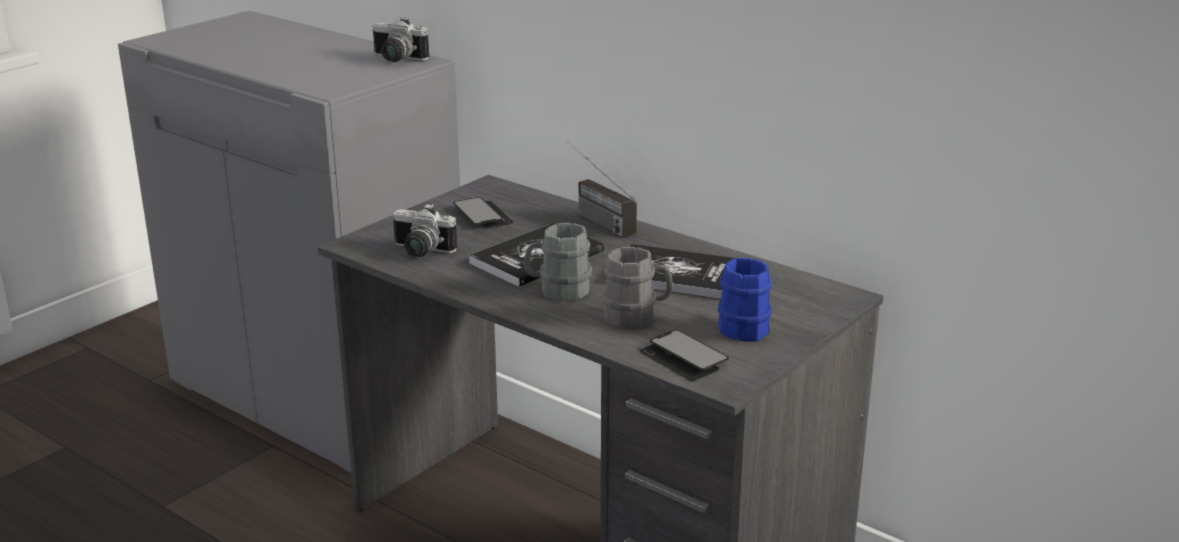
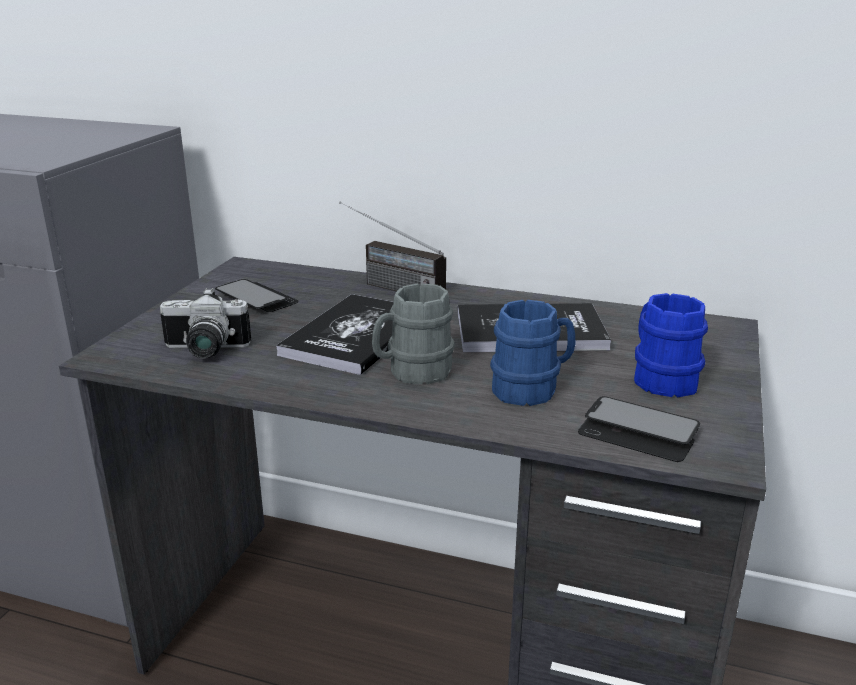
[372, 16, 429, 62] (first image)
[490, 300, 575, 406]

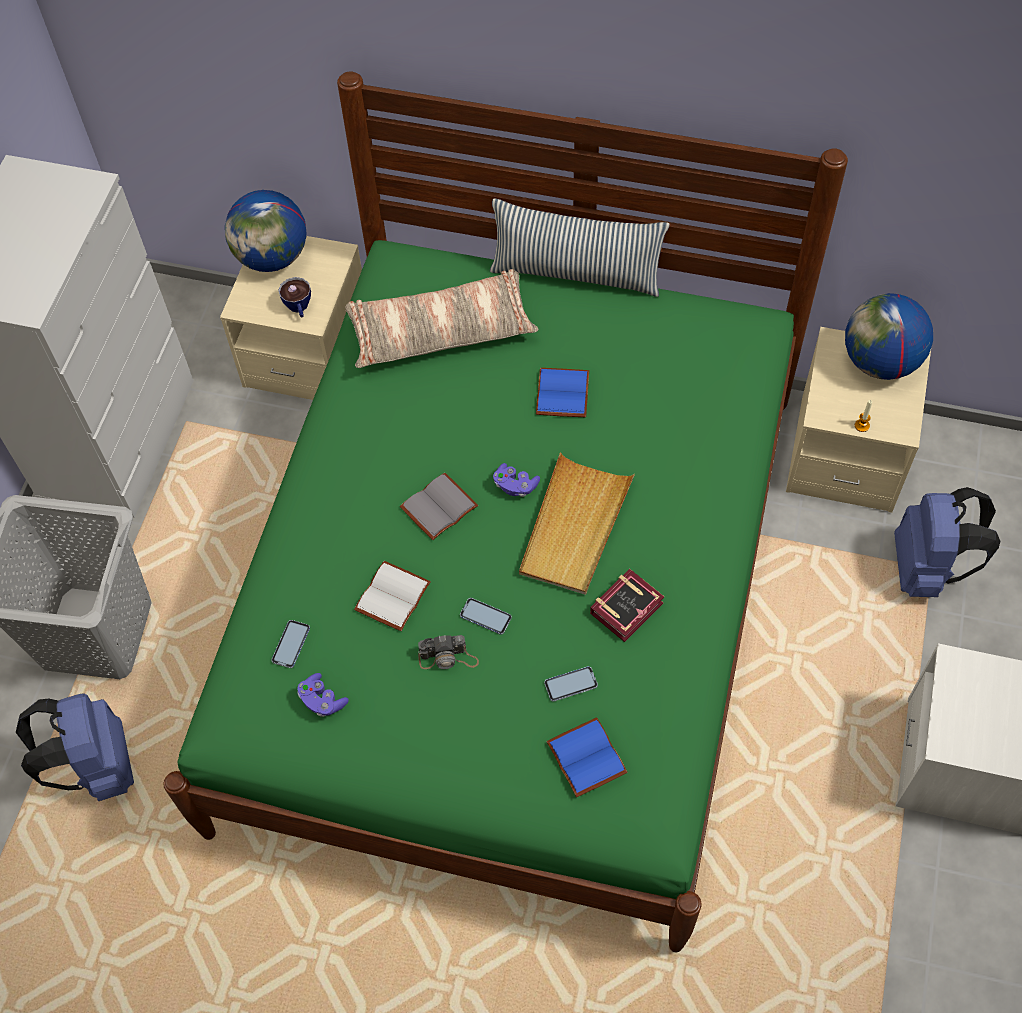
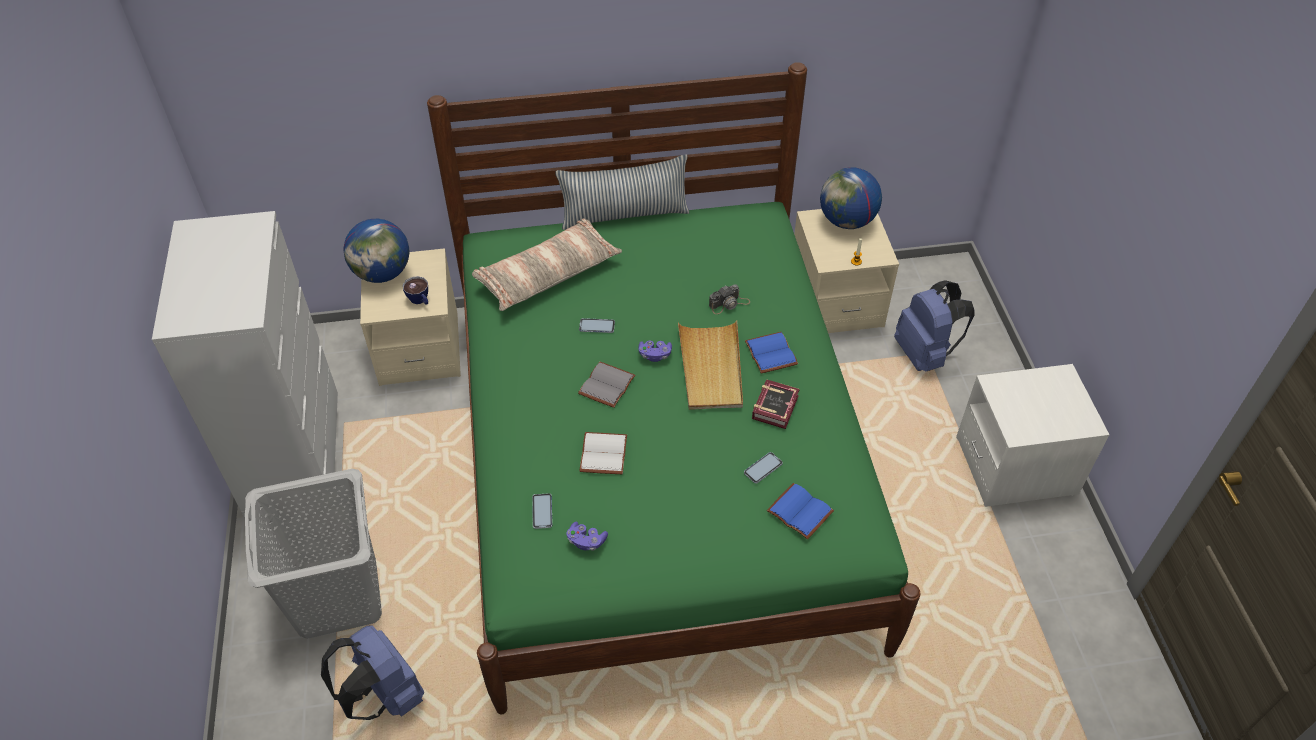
[709, 284, 750, 314]
[579, 318, 615, 333]
[745, 332, 798, 373]

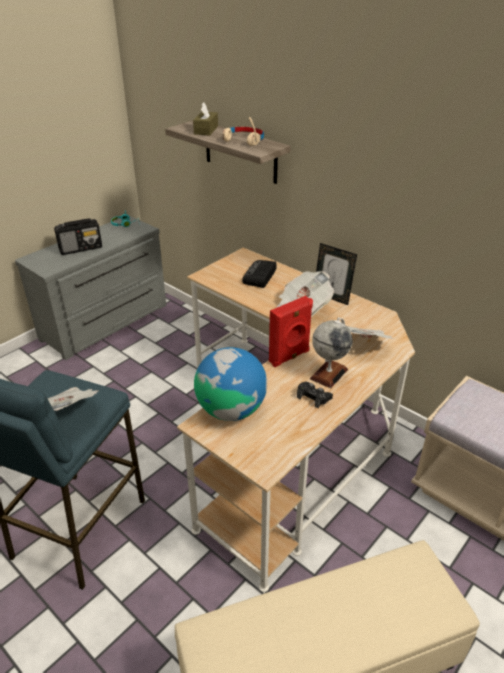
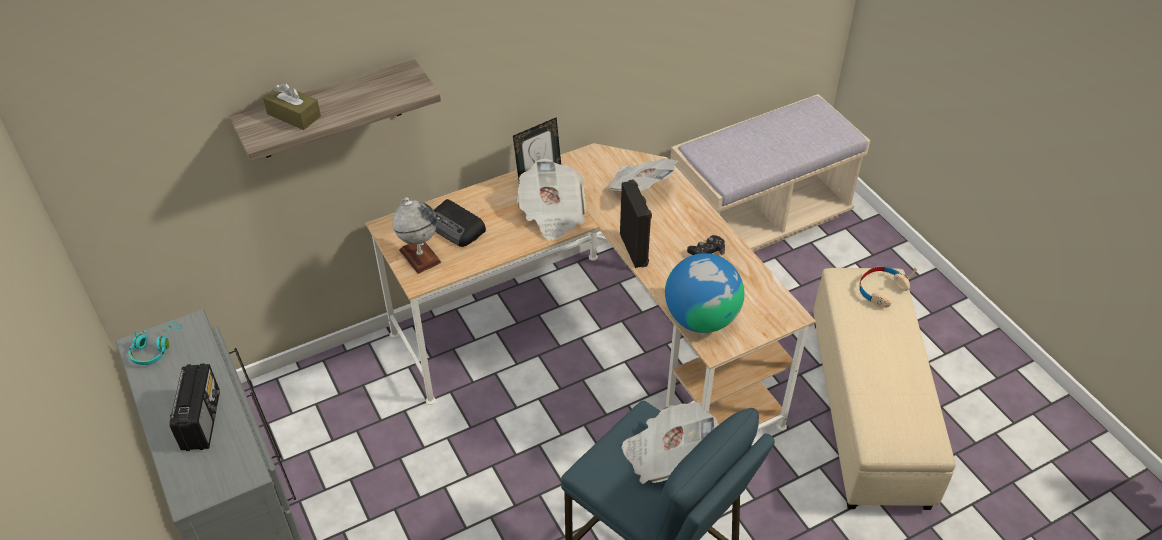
[859, 267, 917, 308]
[393, 198, 442, 274]
[620, 179, 652, 268]

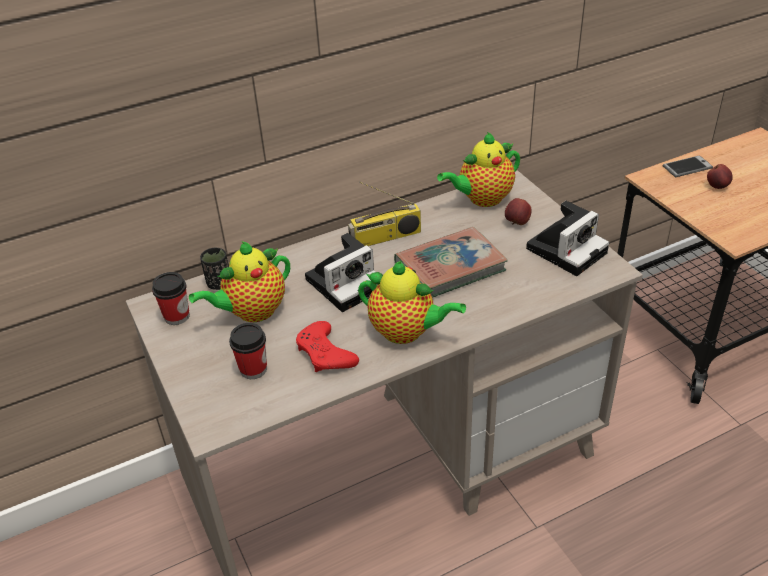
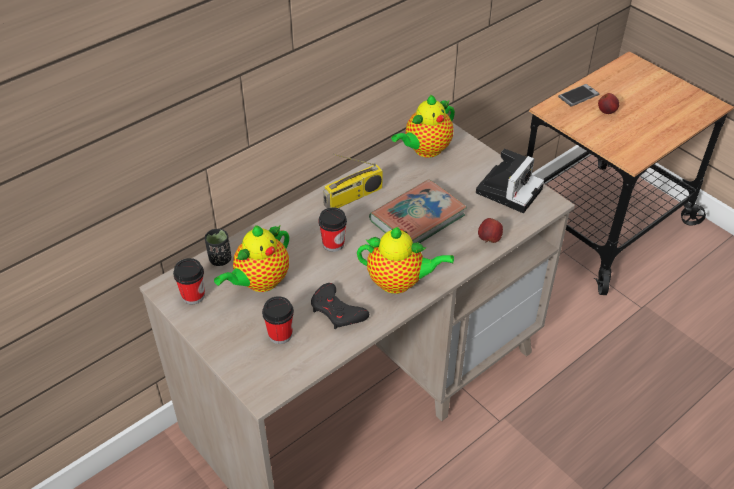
[478, 218, 503, 243]
[318, 207, 347, 252]
[311, 283, 369, 329]

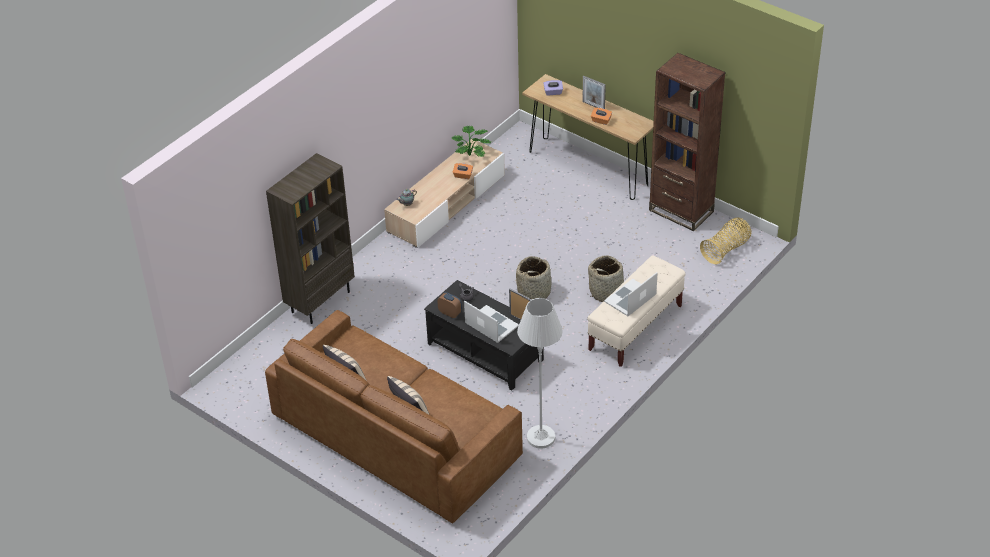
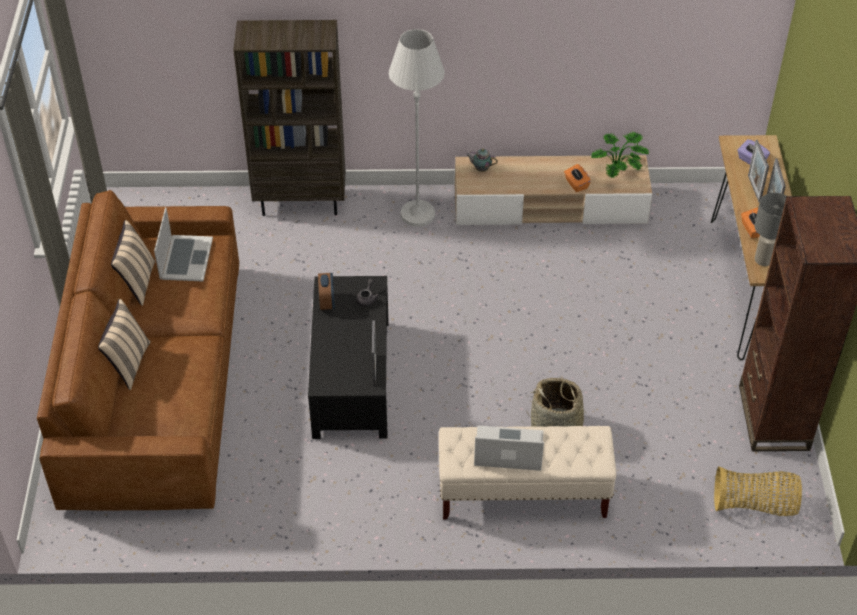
[516, 256, 551, 299] (first image)
[748, 140, 769, 202]
[754, 193, 786, 266]
[154, 207, 213, 281]
[389, 29, 445, 227]

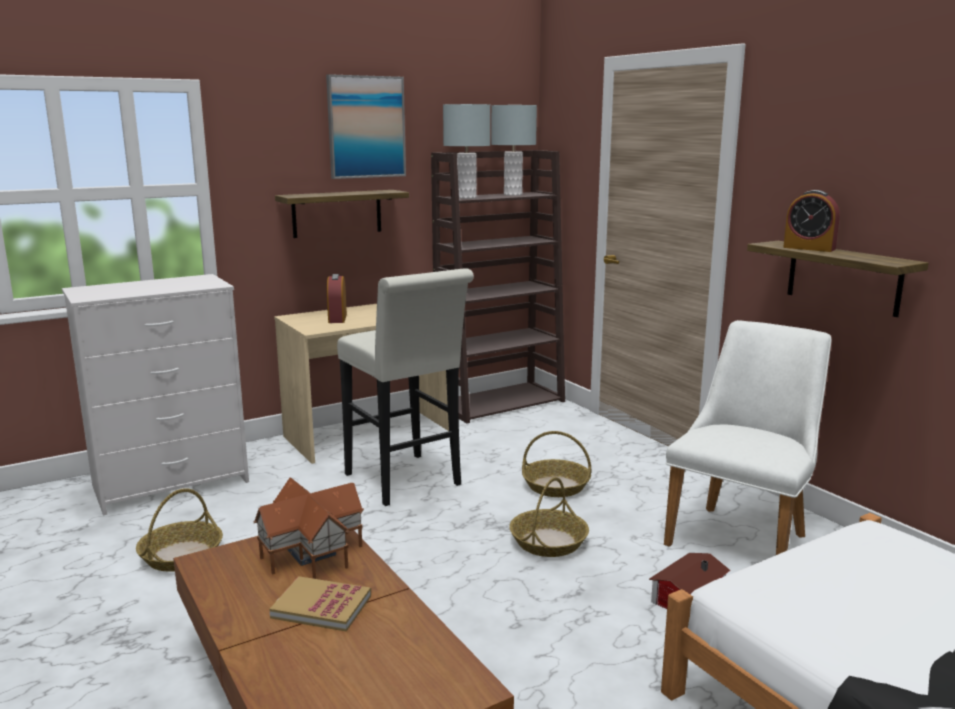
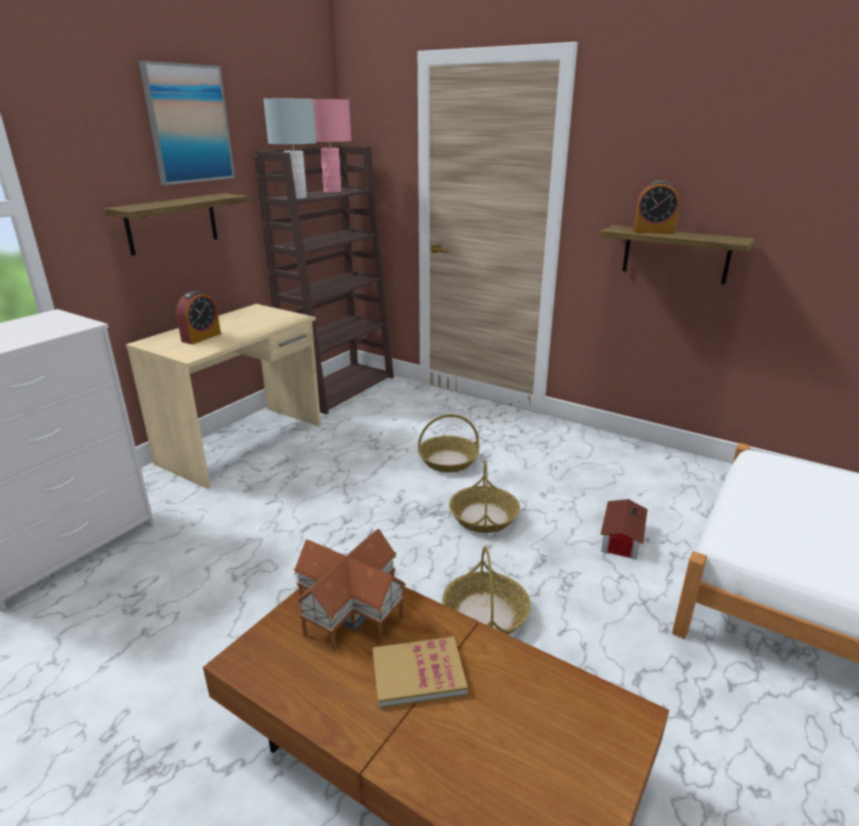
[337, 268, 474, 506] (first image)
[664, 320, 831, 555] (first image)
[442, 546, 531, 635]
[313, 99, 351, 193]
[176, 291, 221, 344]

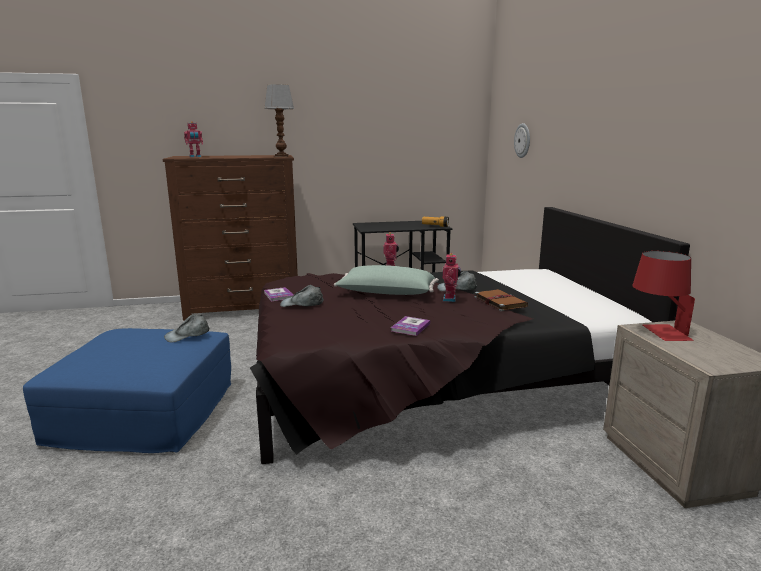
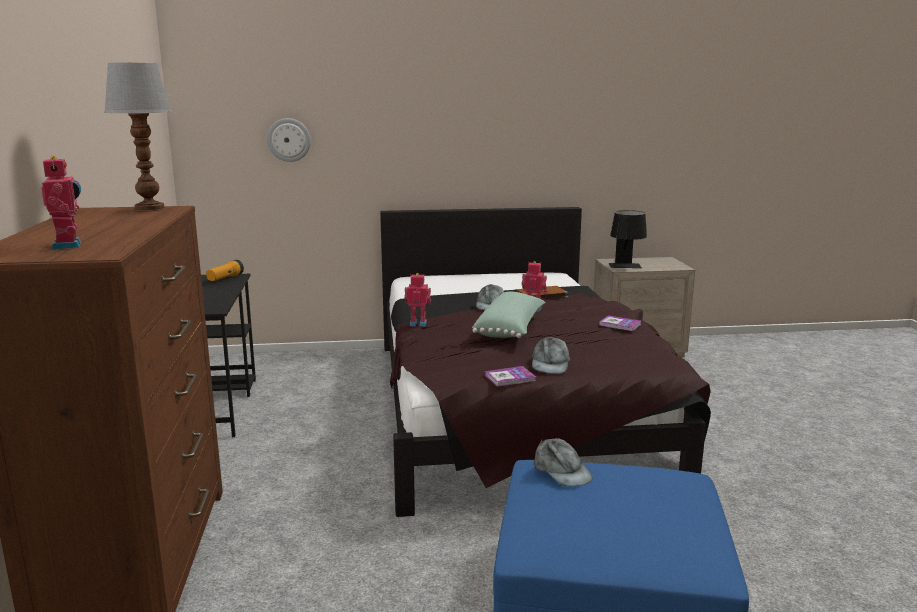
[608, 210, 647, 268]

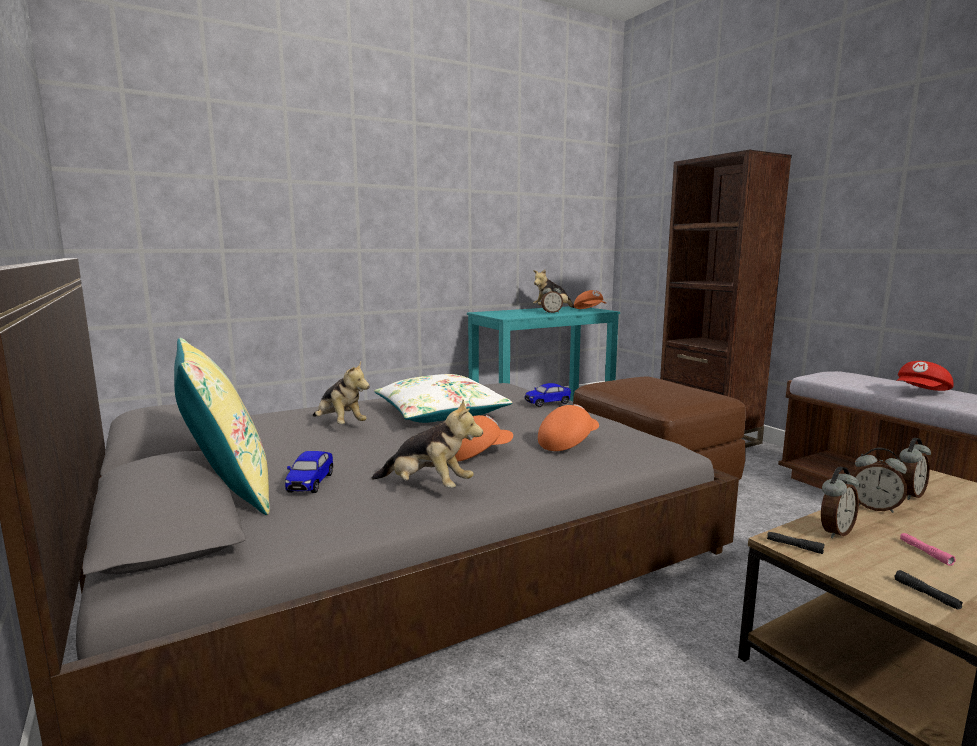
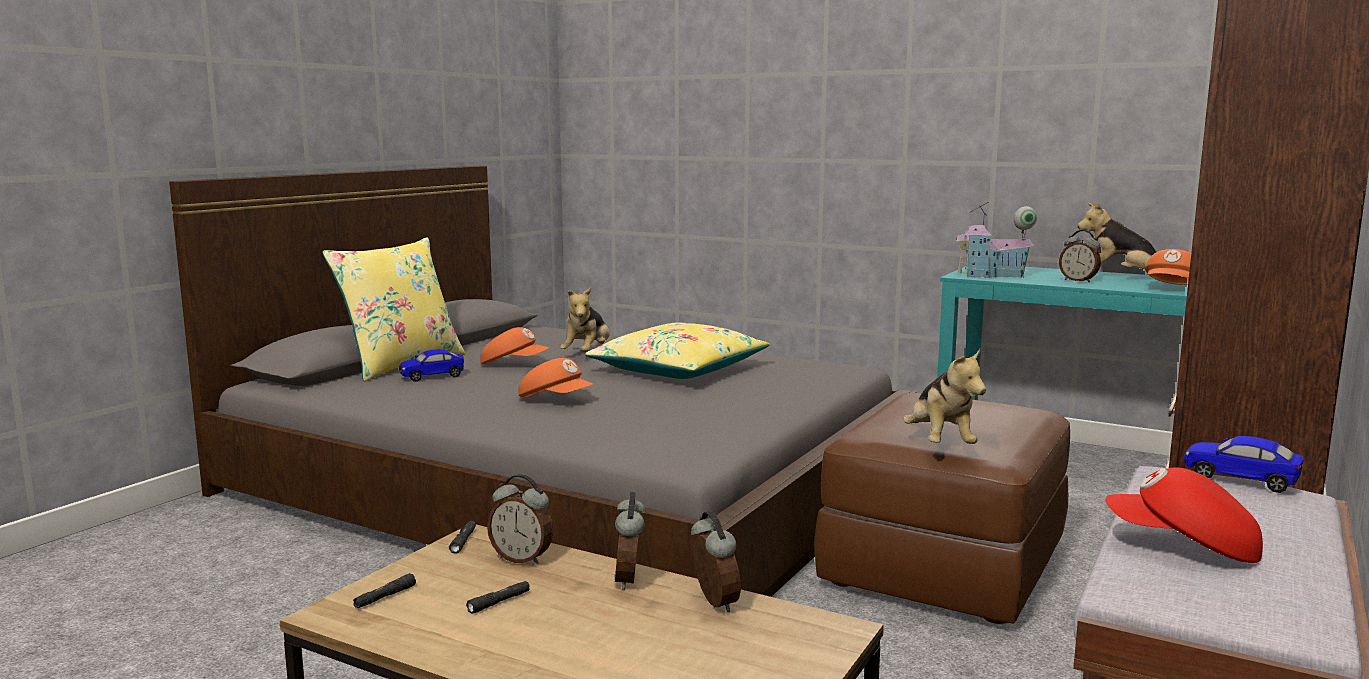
[956, 201, 1037, 278]
[903, 348, 986, 444]
[1184, 436, 1304, 493]
[480, 327, 549, 364]
[585, 323, 769, 379]
[466, 581, 530, 614]
[691, 511, 741, 612]

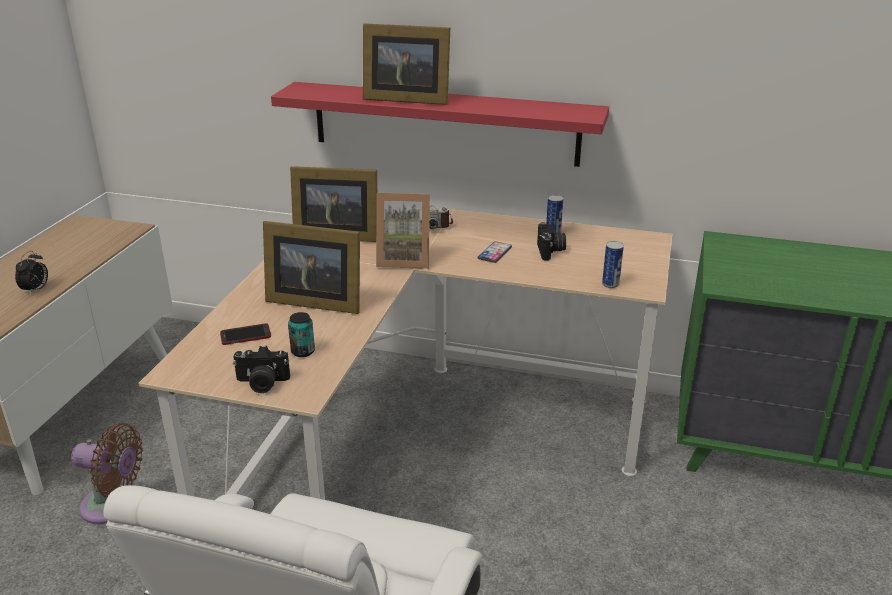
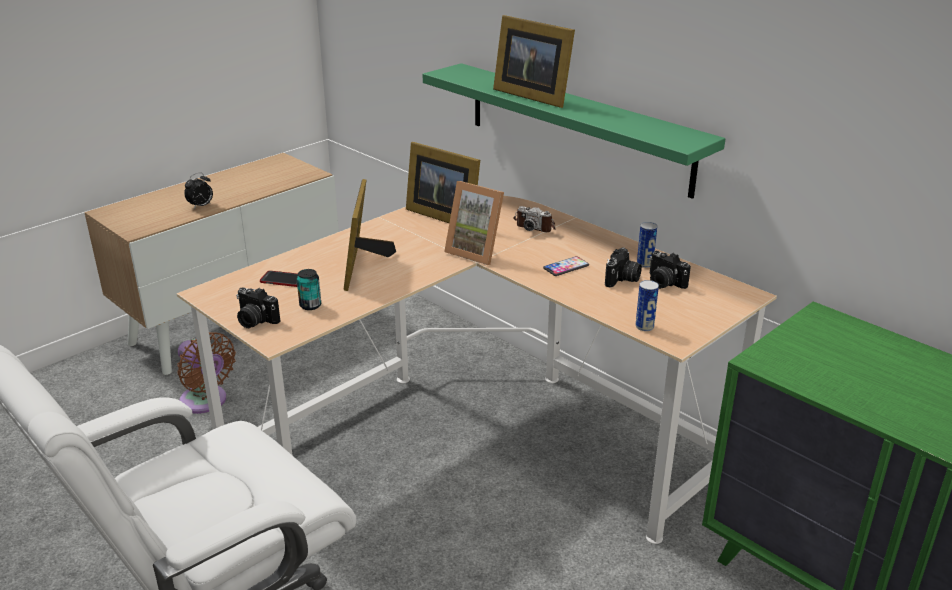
[649, 251, 691, 289]
[423, 63, 725, 199]
[344, 179, 396, 291]

